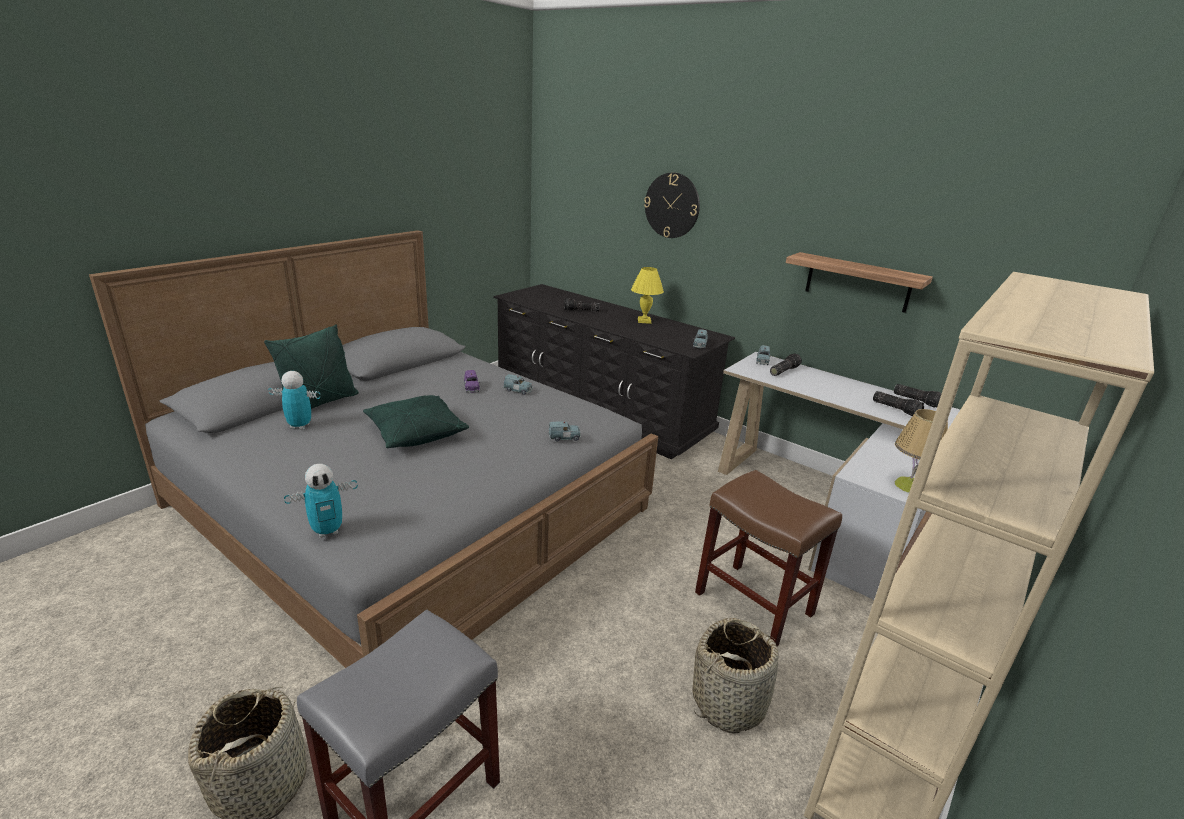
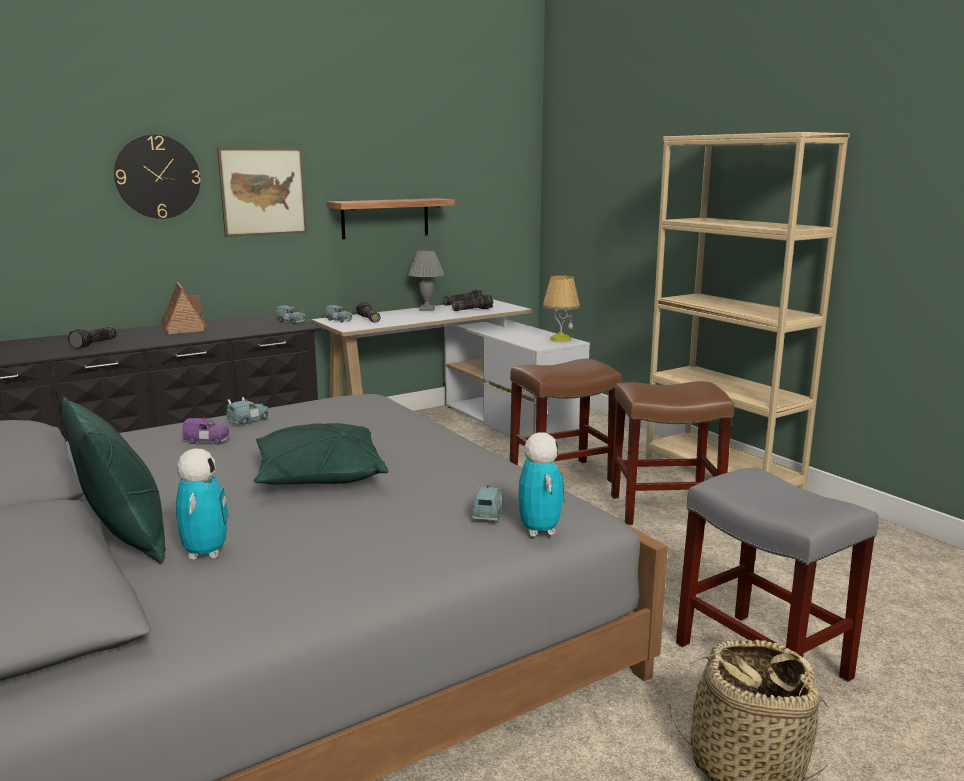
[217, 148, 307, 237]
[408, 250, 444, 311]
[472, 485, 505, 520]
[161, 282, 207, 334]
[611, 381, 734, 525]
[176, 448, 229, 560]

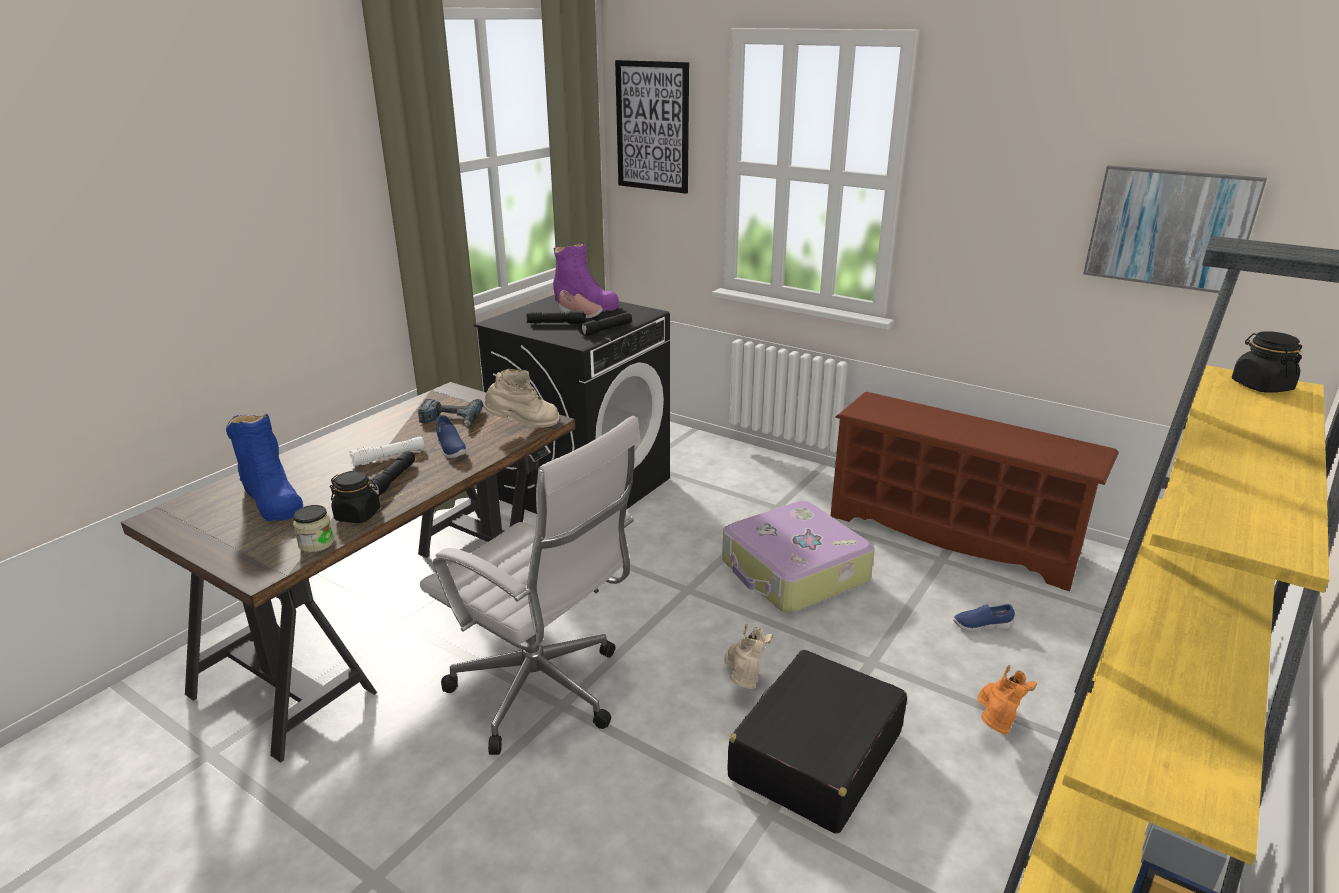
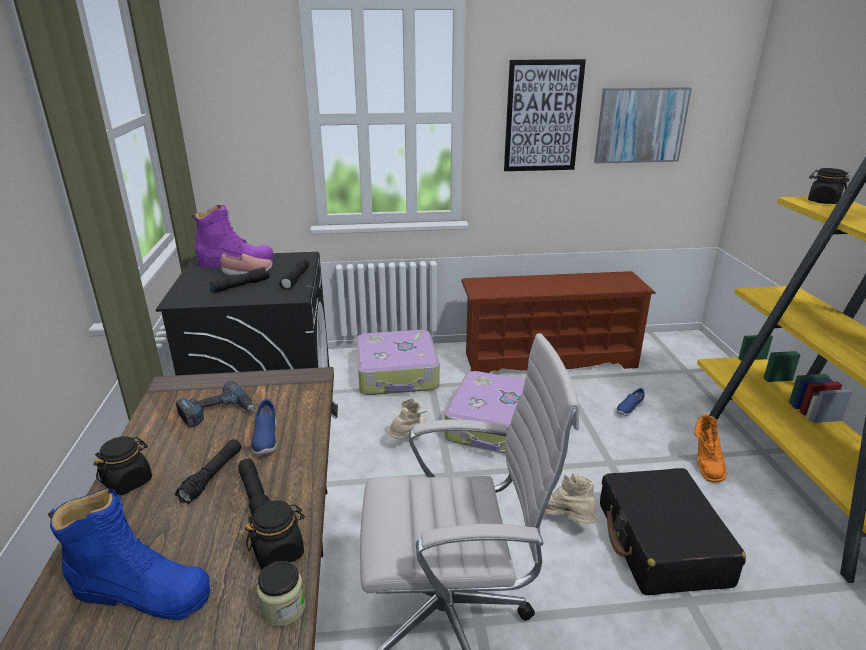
[94, 436, 152, 496]
[356, 330, 440, 395]
[387, 399, 427, 440]
[504, 59, 586, 171]
[175, 439, 242, 504]
[252, 399, 277, 455]
[694, 413, 726, 482]

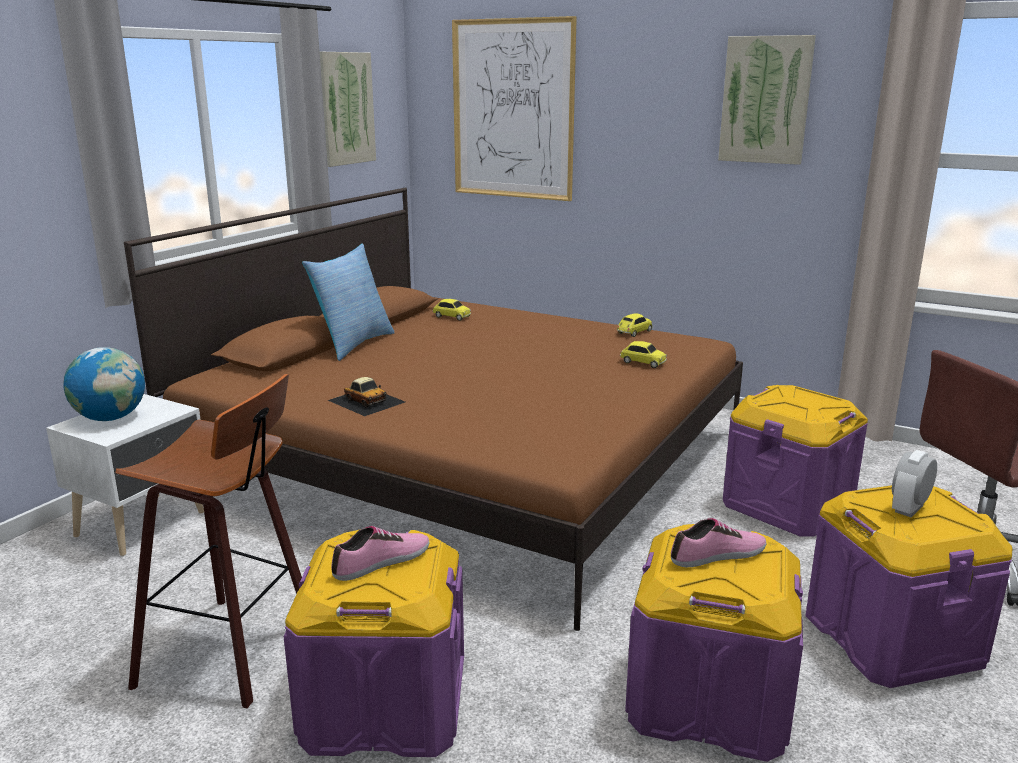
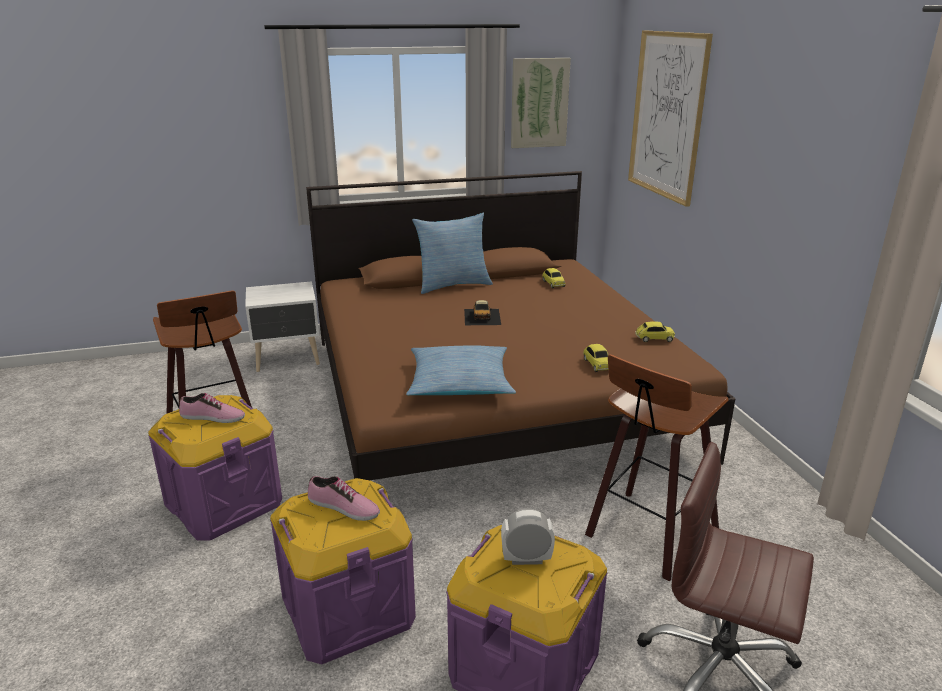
[63, 347, 145, 421] (first image)
[718, 35, 816, 165] (first image)
[406, 345, 516, 395]
[464, 300, 501, 325]
[585, 354, 729, 581]

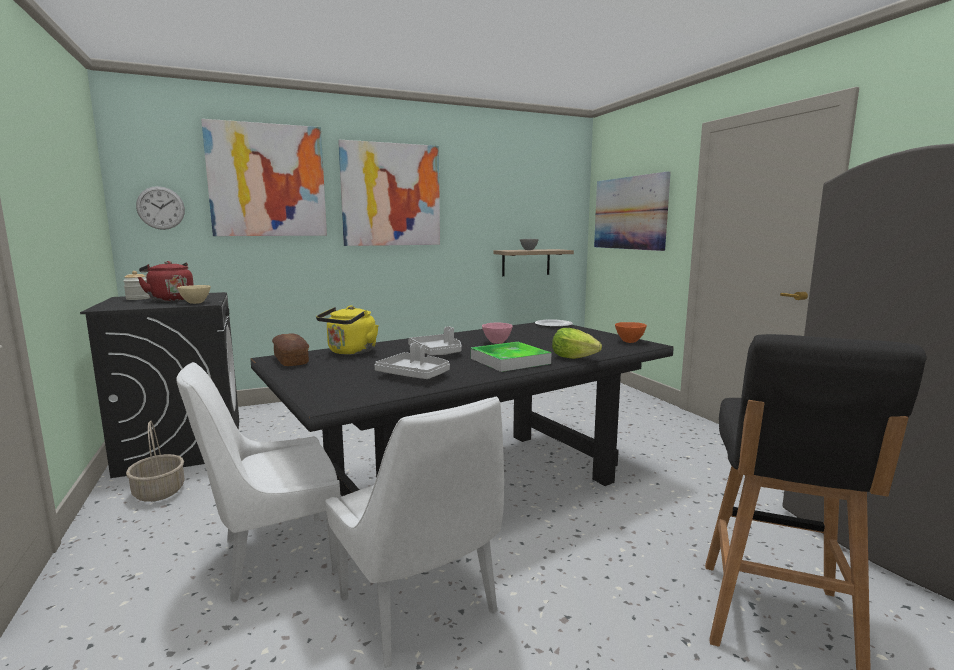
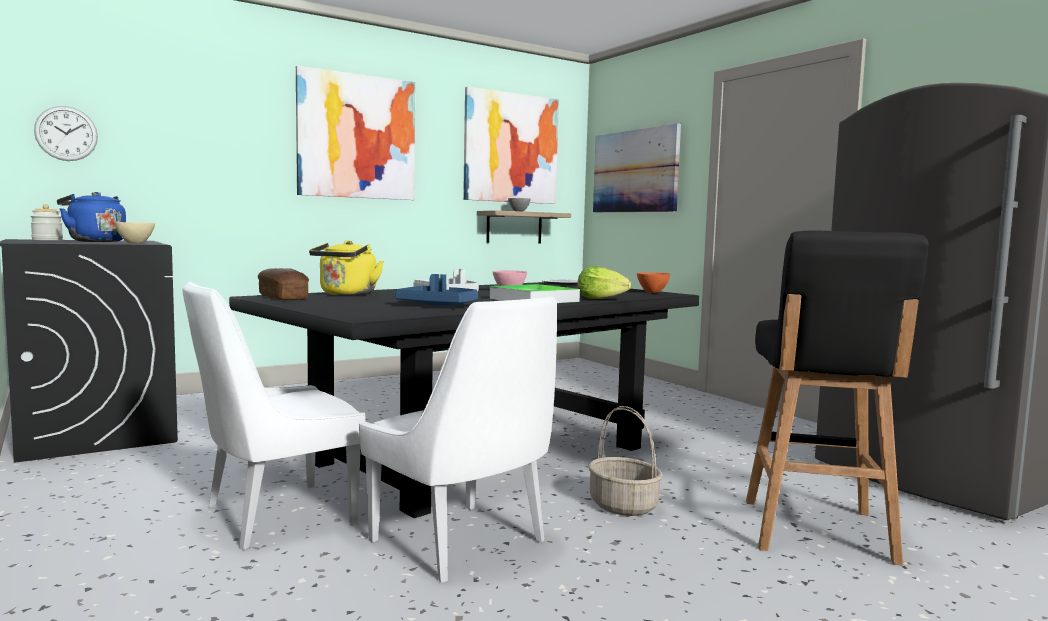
[588, 406, 663, 516]
[463, 86, 559, 204]
[57, 192, 126, 242]
[395, 274, 478, 306]

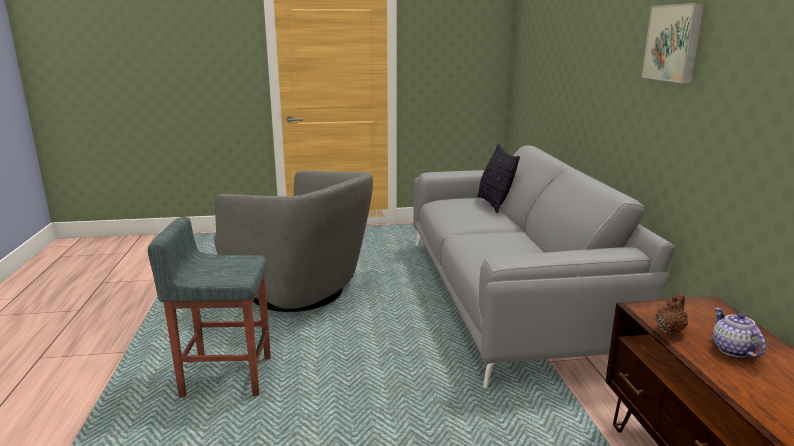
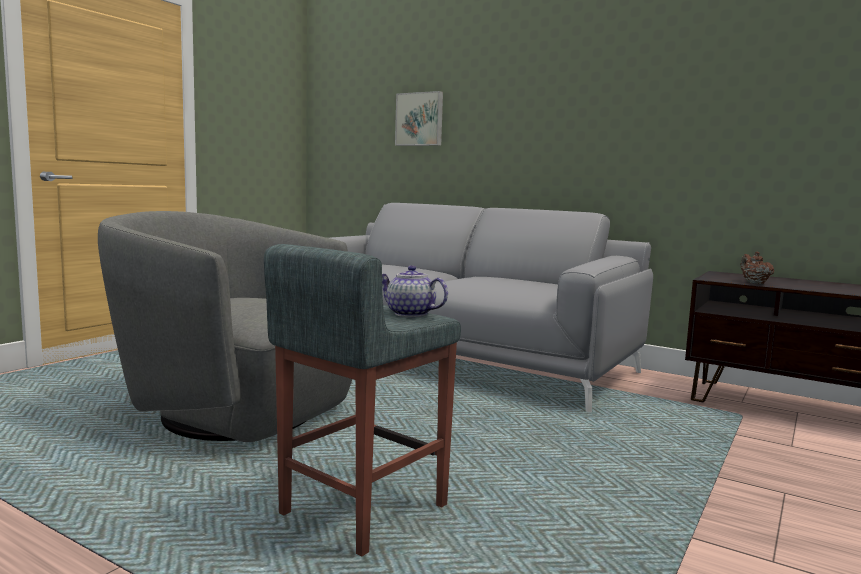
[477, 144, 520, 213] (first image)
[395, 91, 443, 146]
[382, 265, 448, 317]
[98, 211, 352, 442]

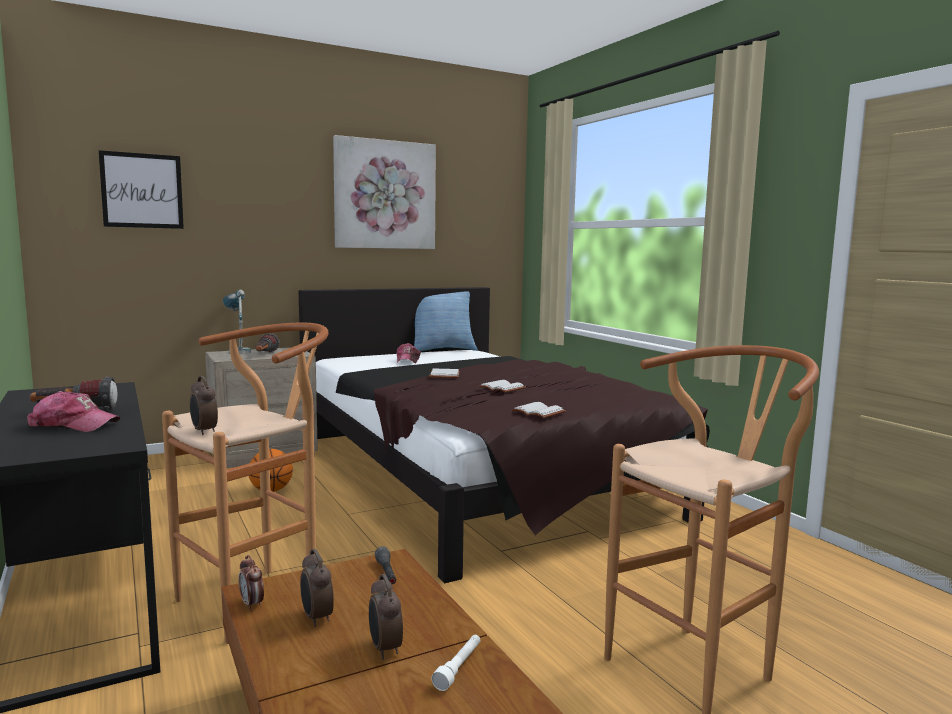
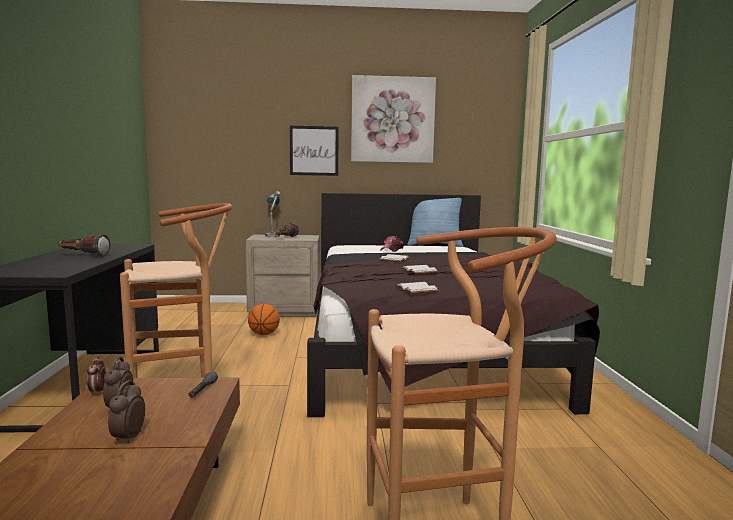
[27, 391, 120, 432] (first image)
[190, 376, 218, 435] (first image)
[431, 635, 480, 691] (first image)
[290, 126, 339, 176]

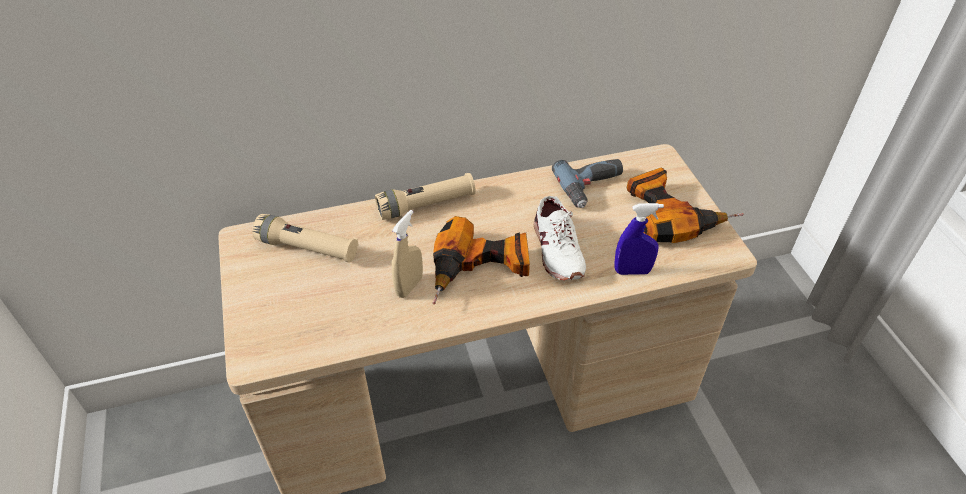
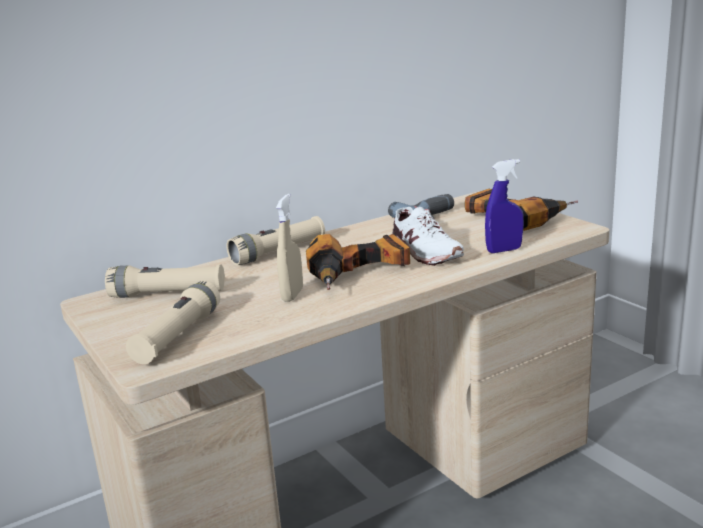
[126, 281, 220, 364]

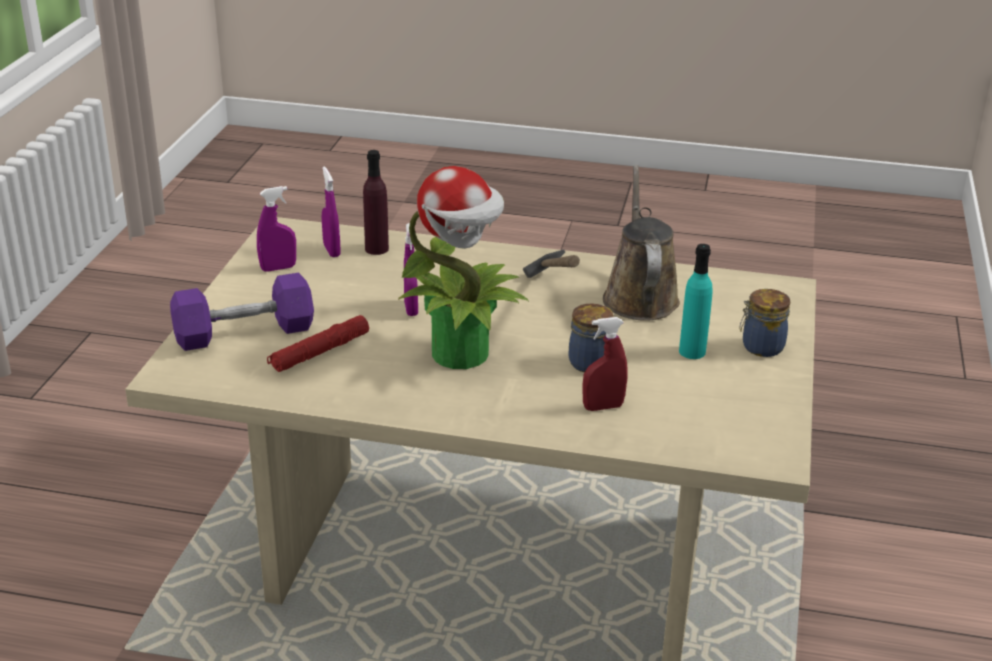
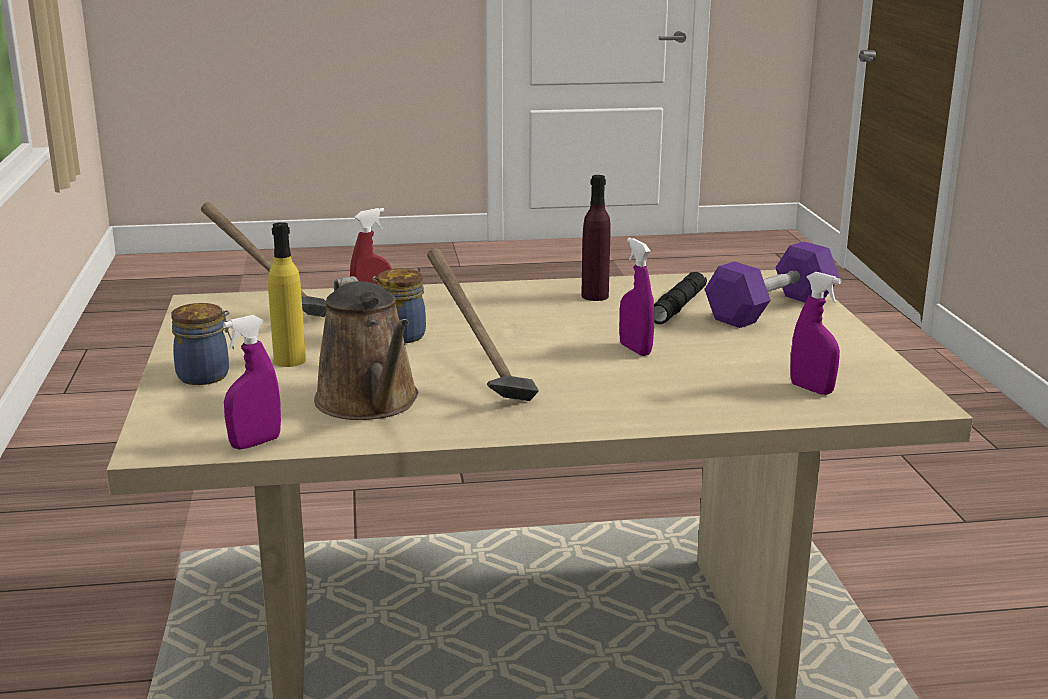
[398, 166, 529, 369] (first image)
[201, 202, 327, 317]
[223, 315, 281, 450]
[581, 175, 611, 301]
[654, 272, 707, 324]
[268, 222, 306, 367]

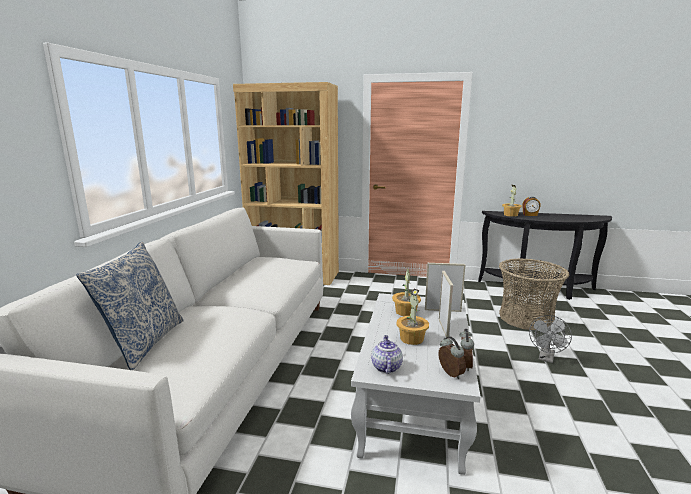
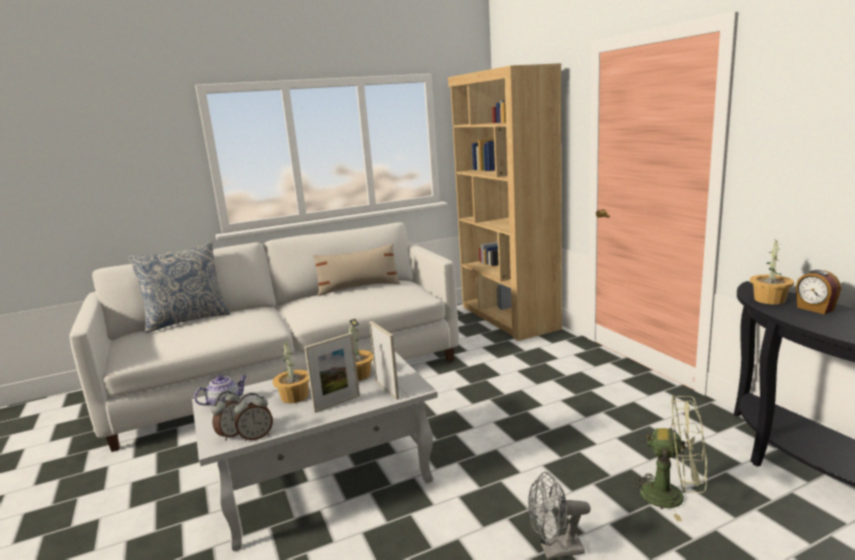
[313, 244, 401, 296]
[629, 396, 707, 521]

